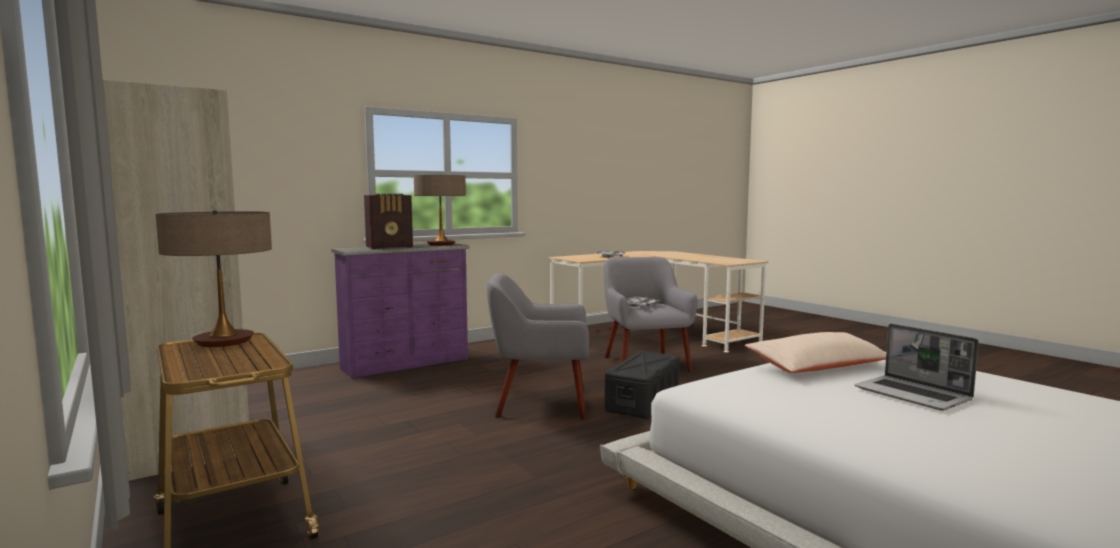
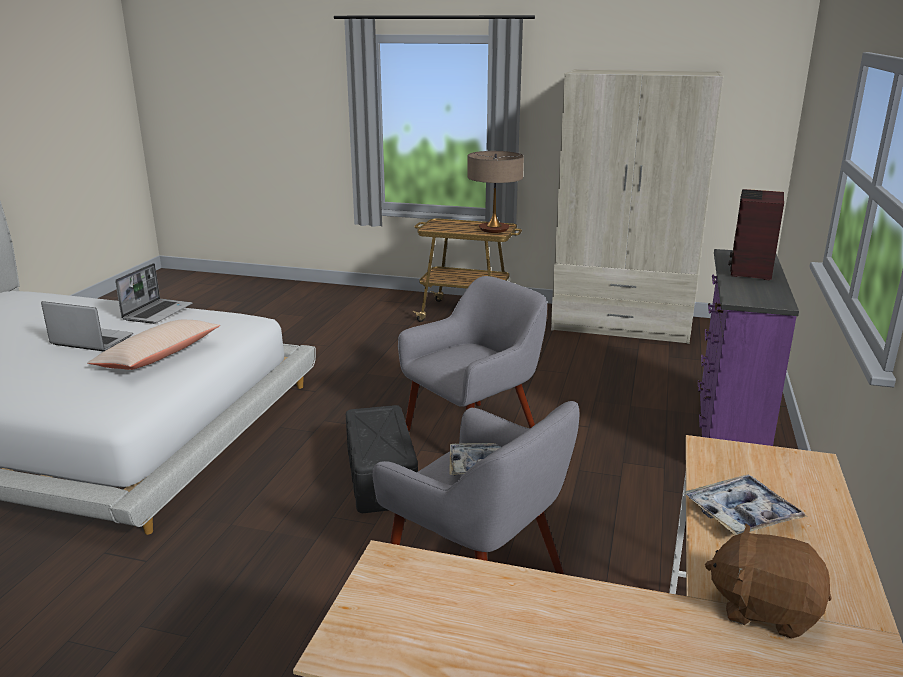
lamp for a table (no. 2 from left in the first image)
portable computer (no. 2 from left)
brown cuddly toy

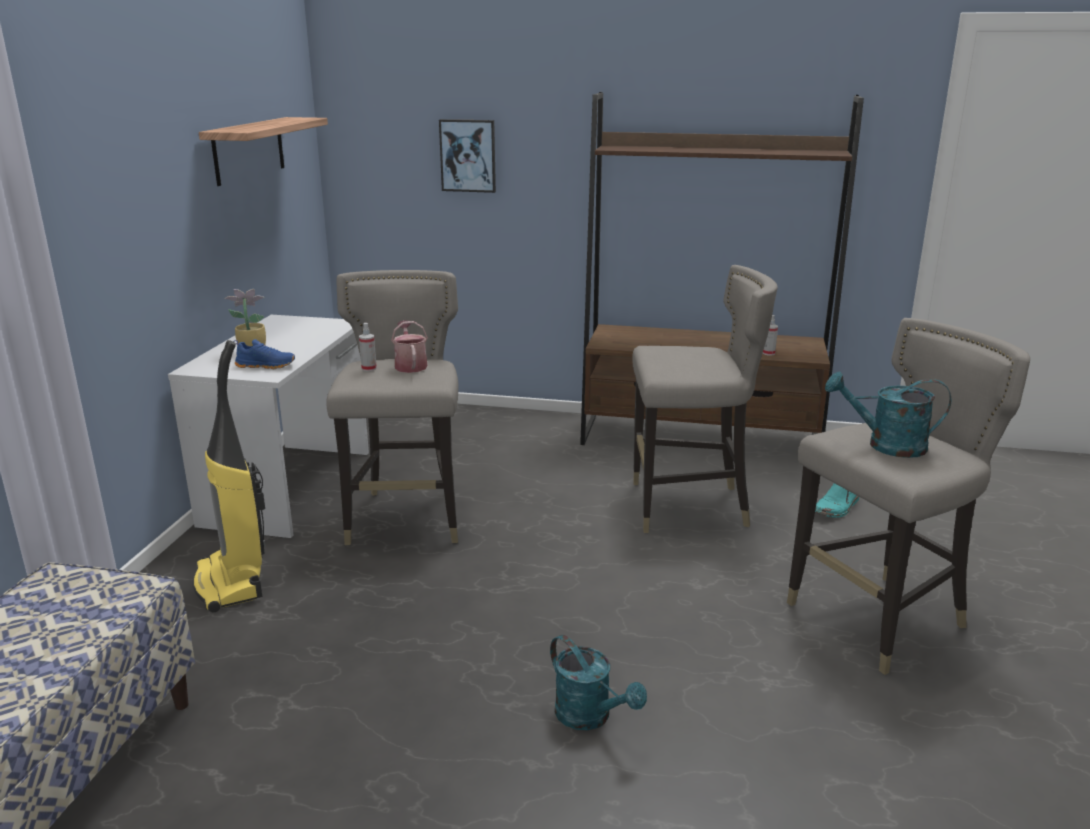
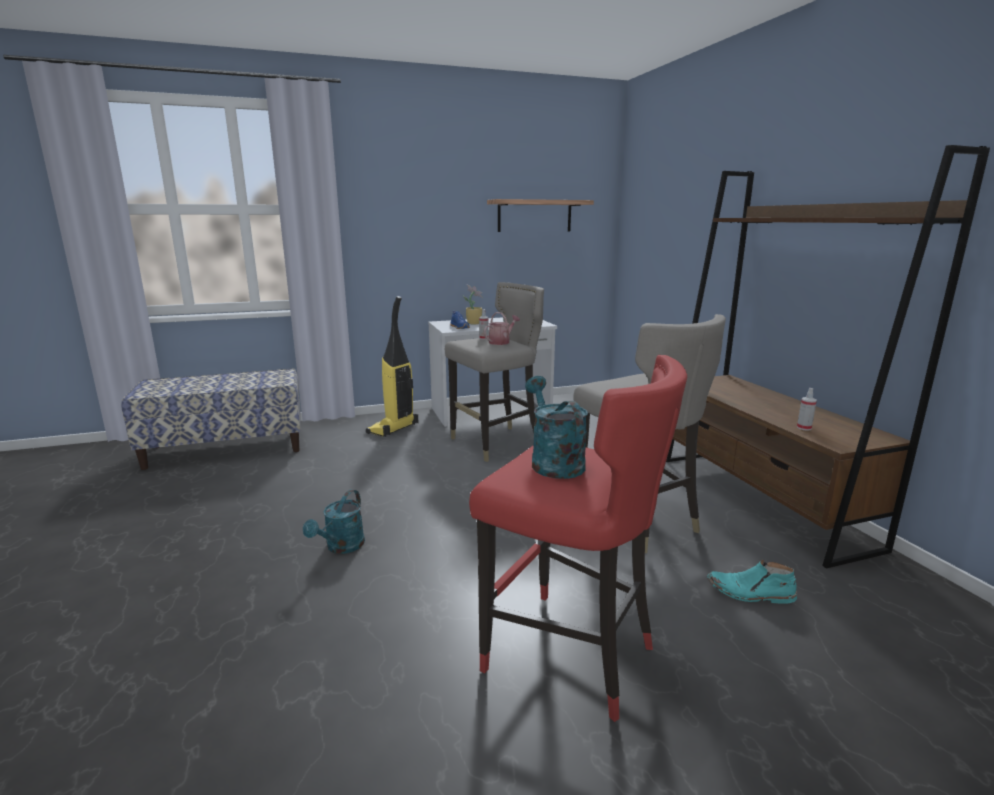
picture
red sitting stool

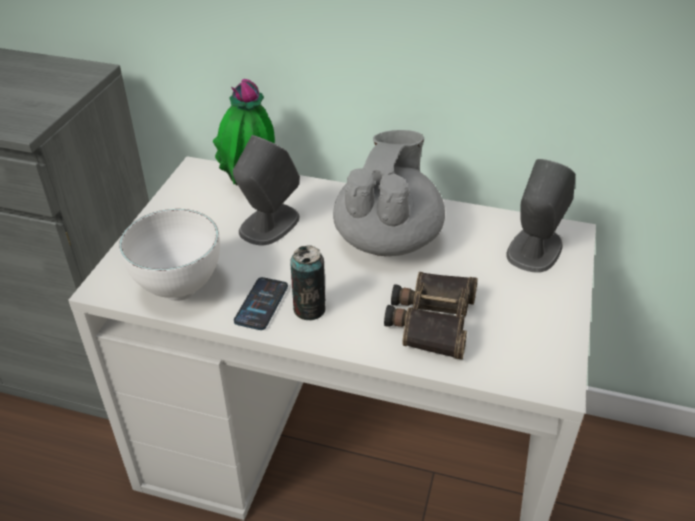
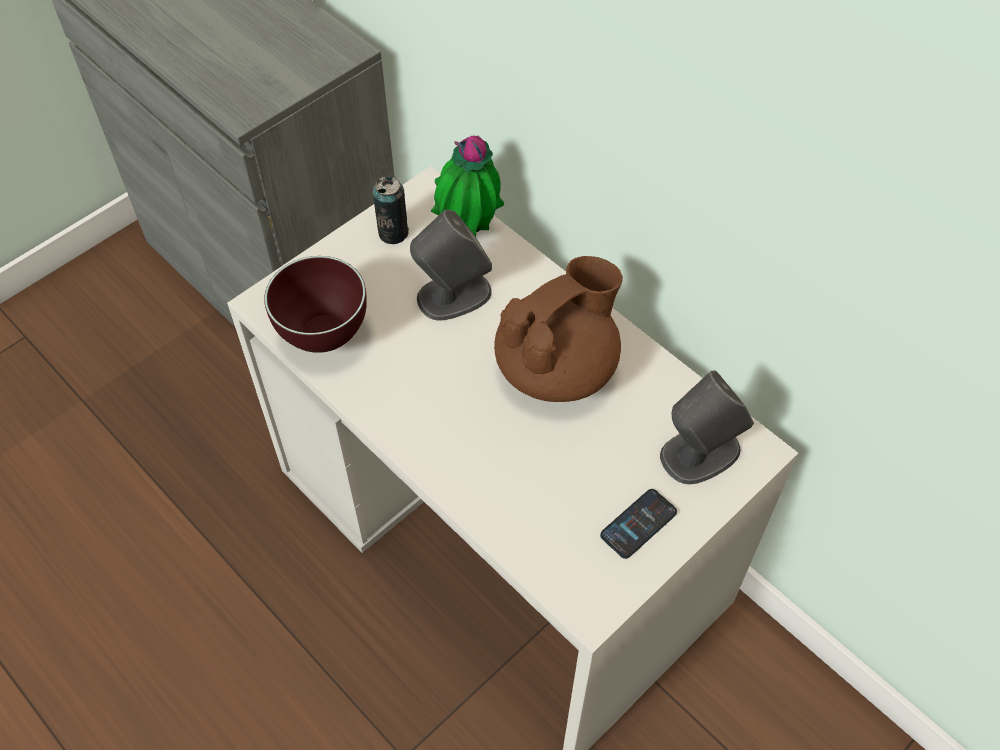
brown bowl
handset
metal can
brown tea pot
pair of binoculars

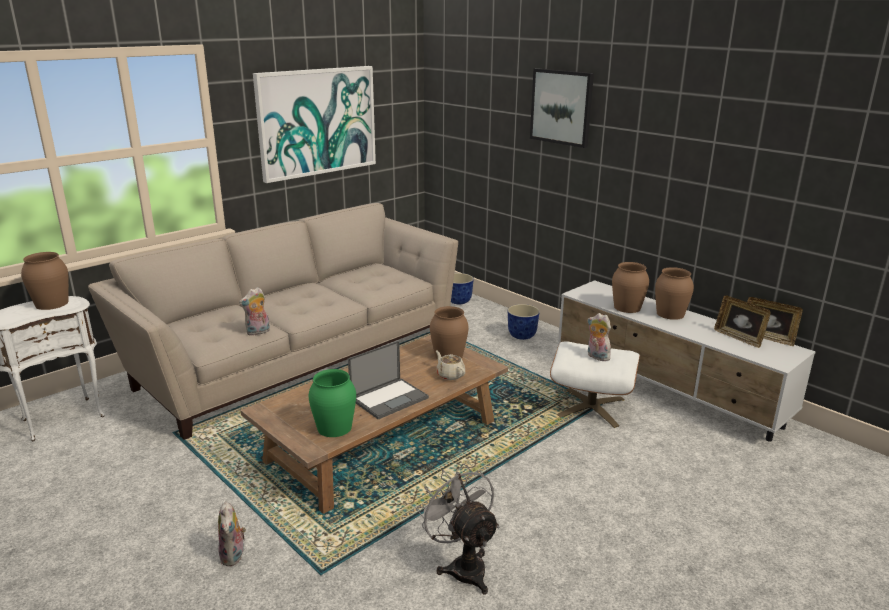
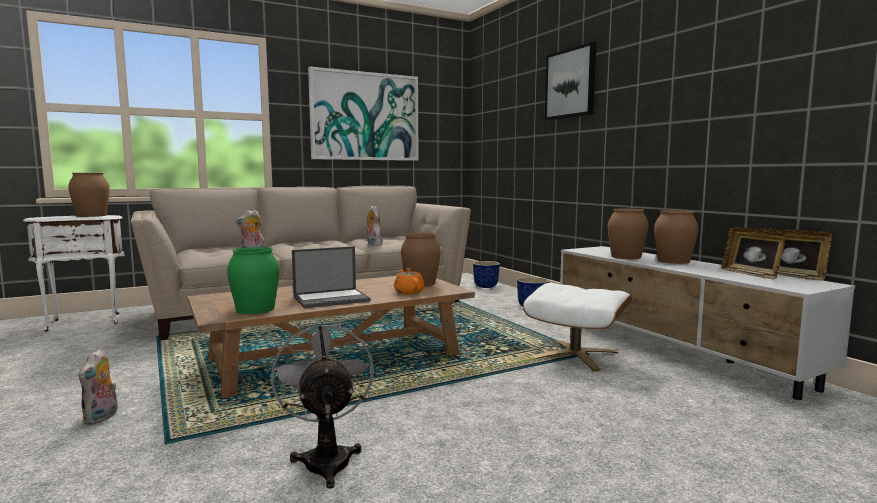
orange tea pot
cuddly toy (no. 3 from left)

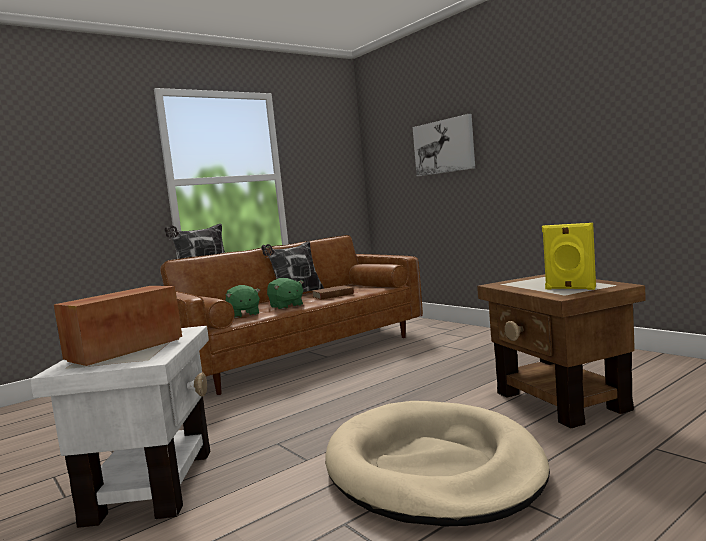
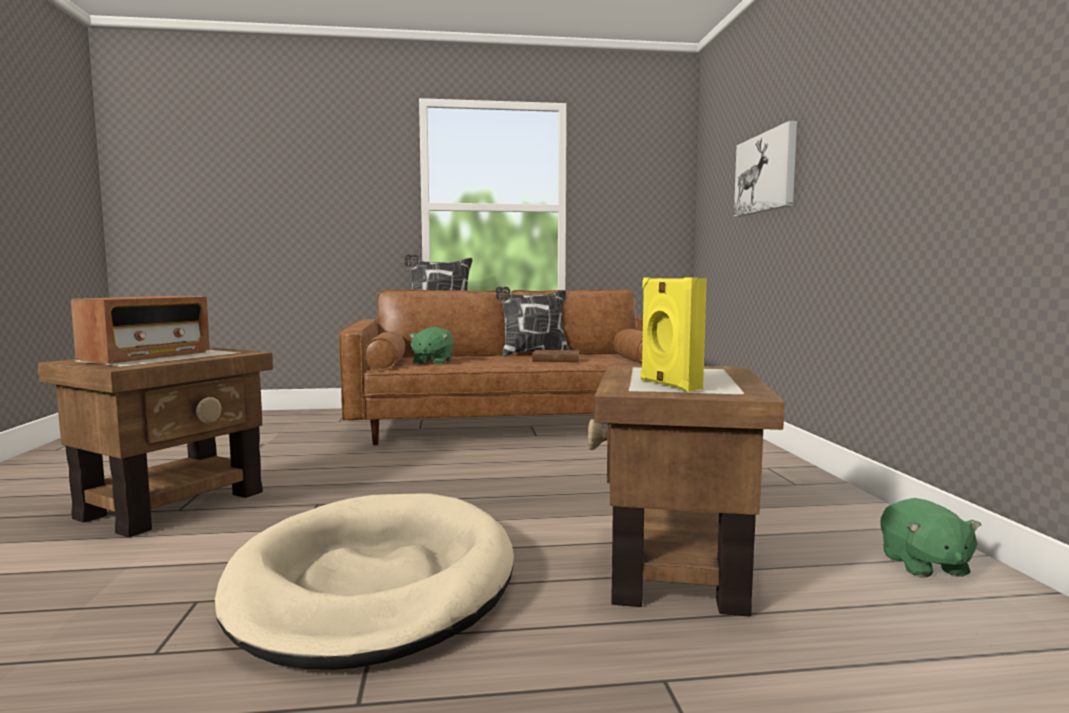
brown side table (no. 1 from left)
radio
greenish cuddly toy (no. 2 from left)

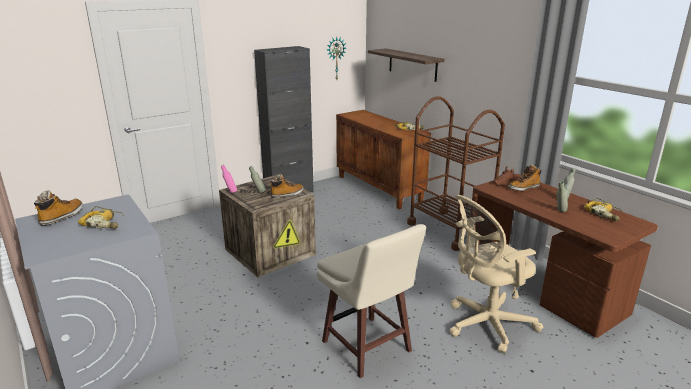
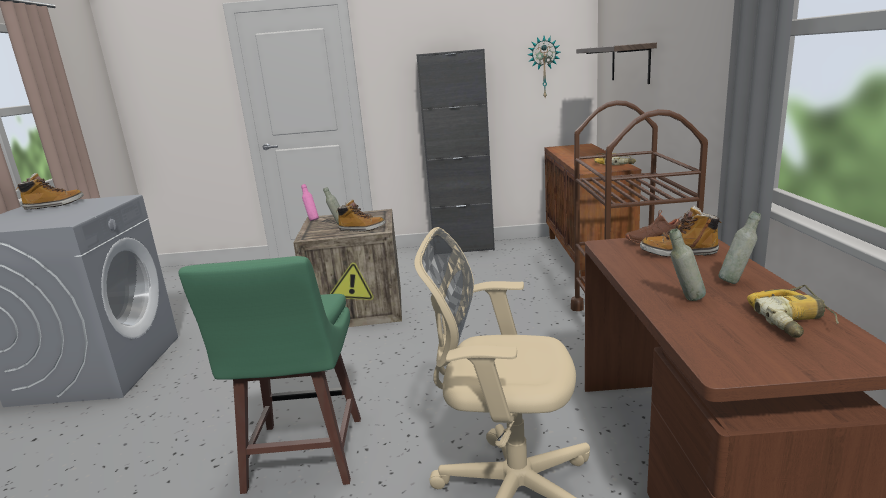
power drill (no. 1 from left in the first image)
greenish sitting stool

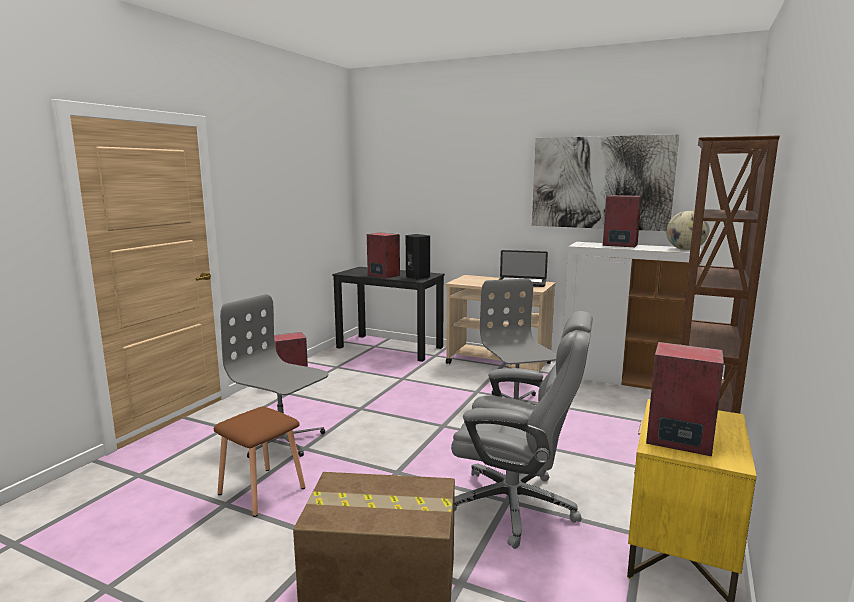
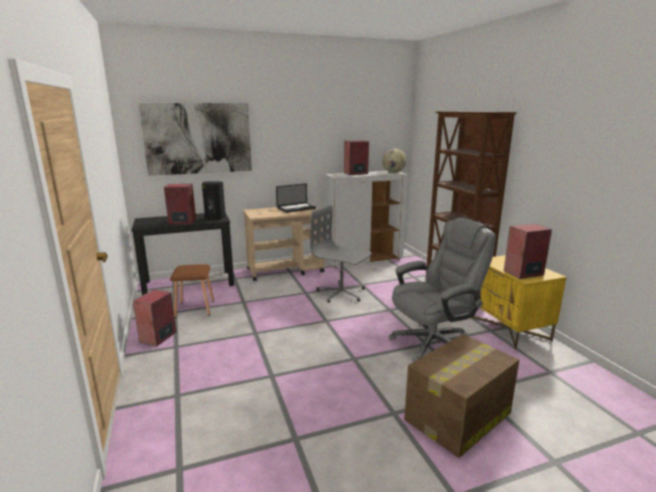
brown sitting stool
gray computer chair (no. 1 from left in the first image)
picture

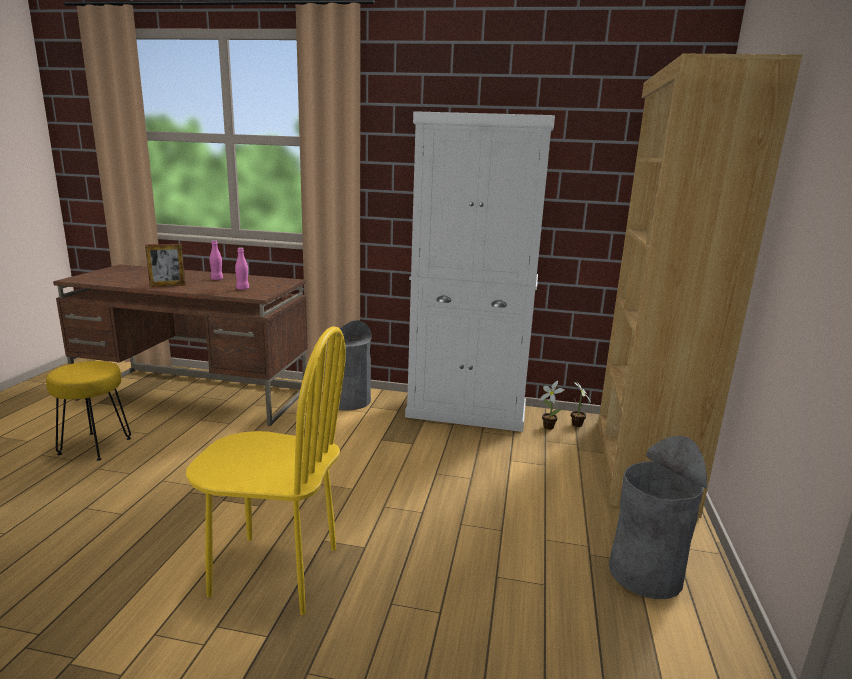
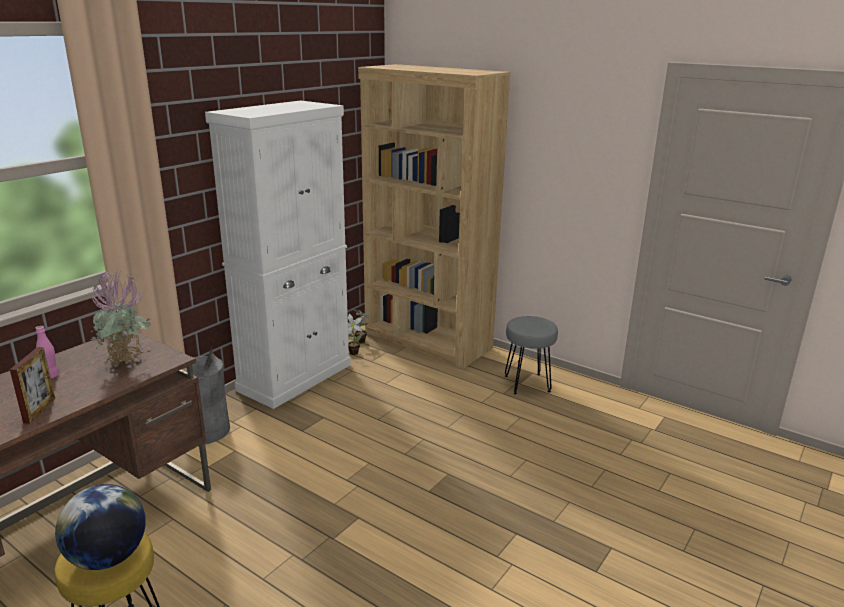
yellow plain chair
houseplant (no. 1 from left)
gray sitting stool
world globe

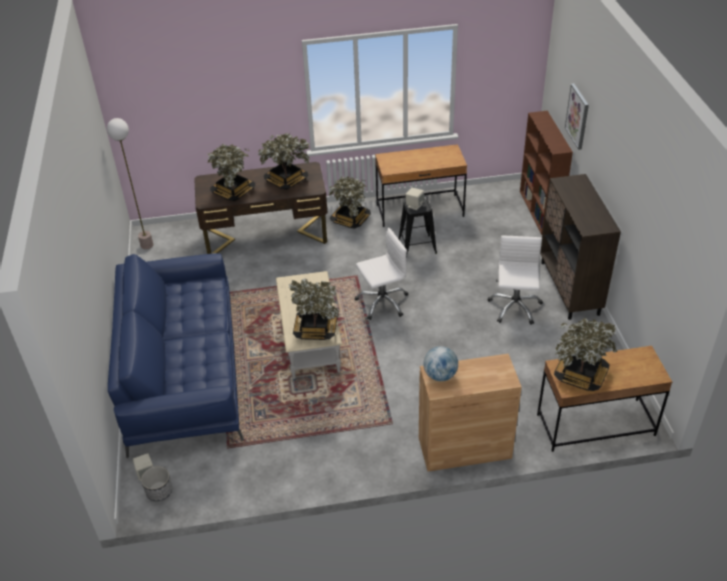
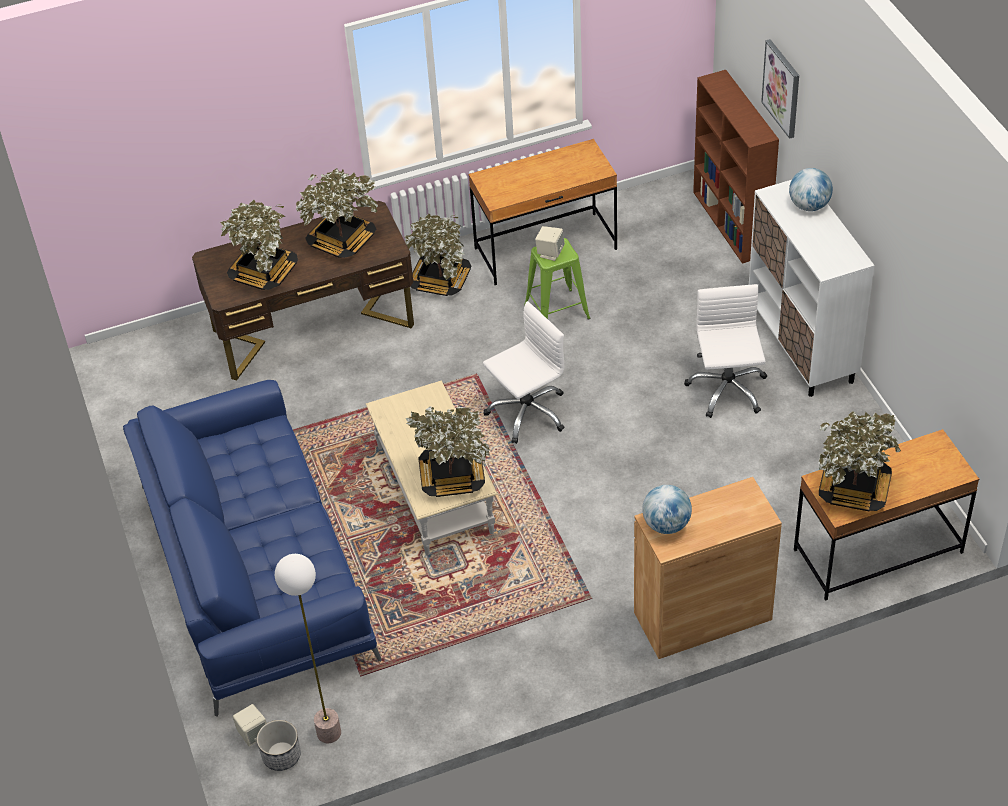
standing lamp
greenish sitting stool
white-coloured cabinet
world globe (no. 2 from left)

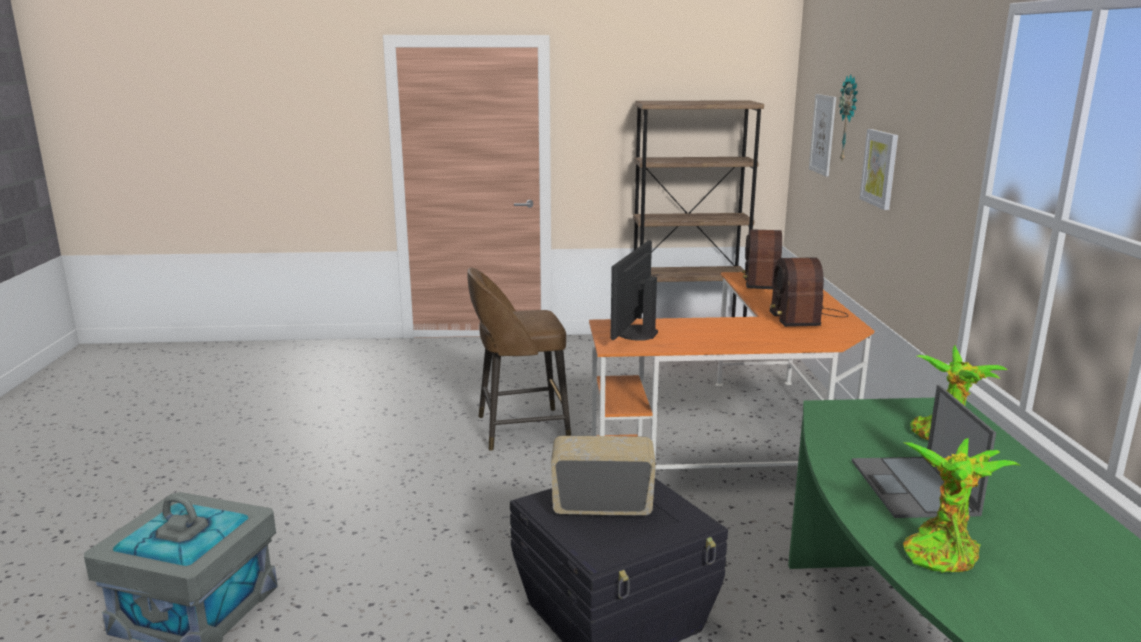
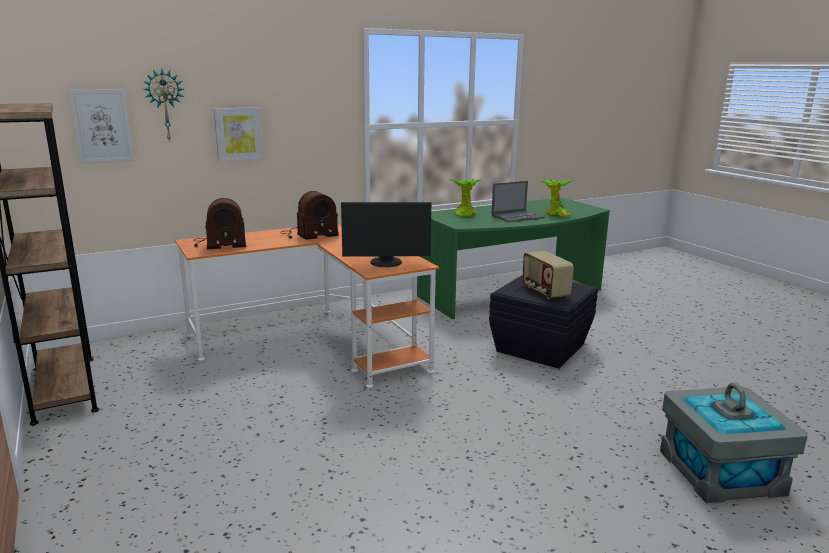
brown sitting stool

